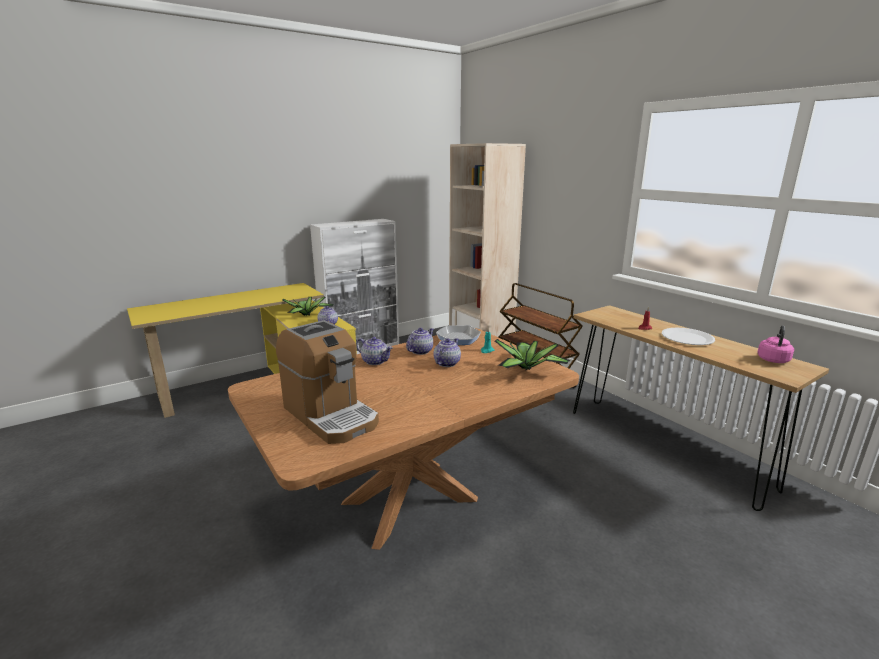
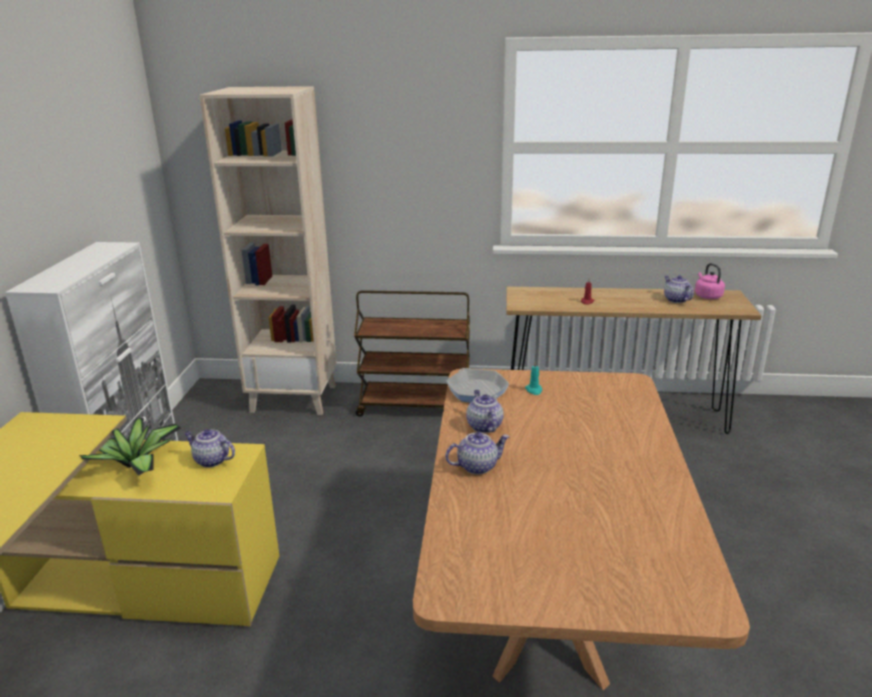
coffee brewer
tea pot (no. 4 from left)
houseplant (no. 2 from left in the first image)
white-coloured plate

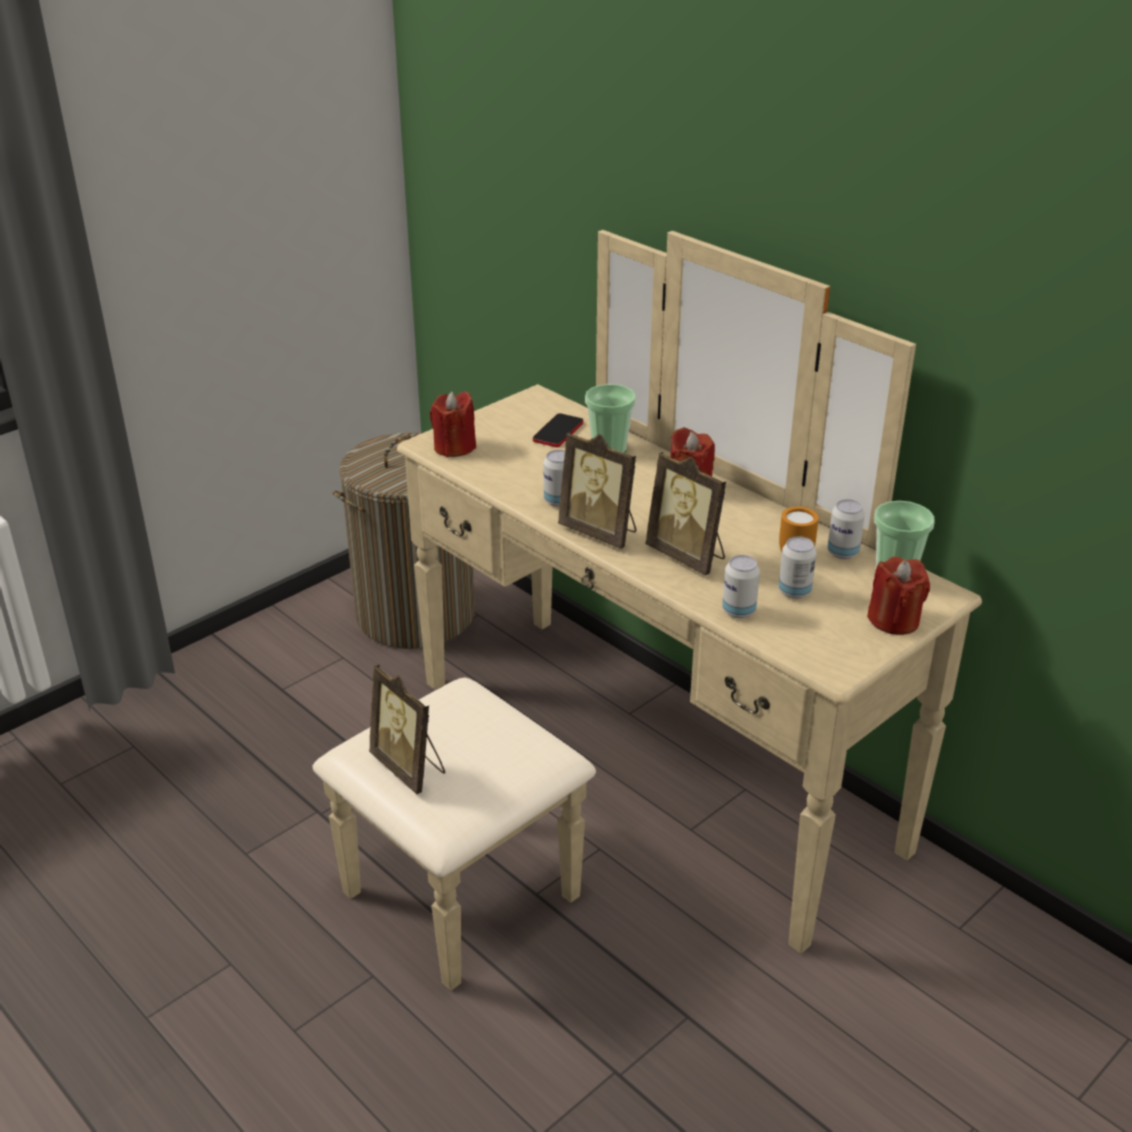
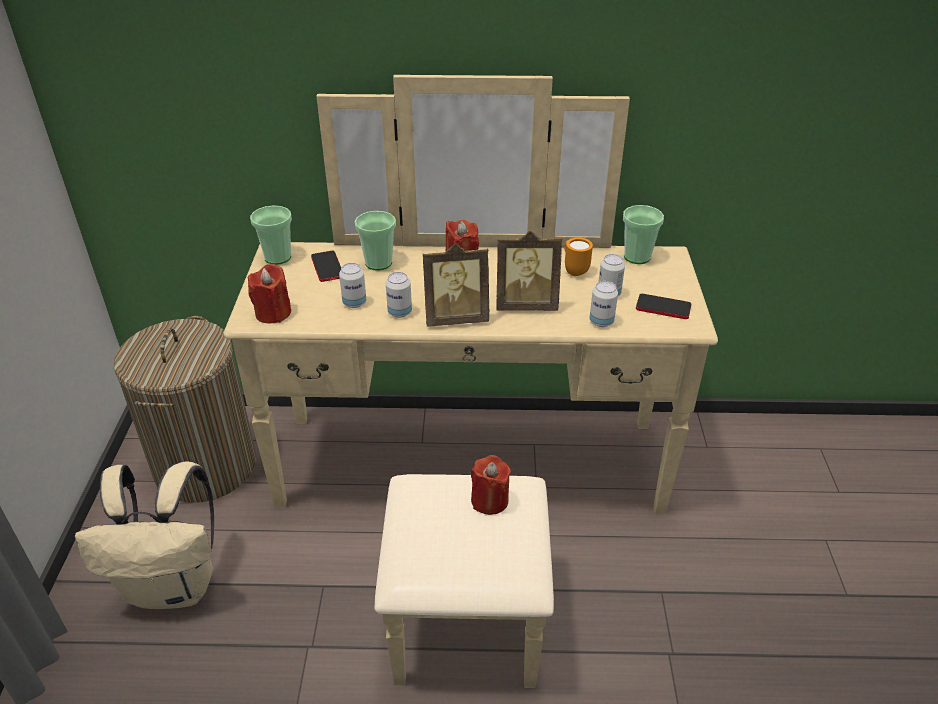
standing frame (no. 1 from left in the first image)
metal can (no. 1 from left)
red wax light (no. 3 from left)
beige backpack
cup (no. 1 from left)
handset (no. 2 from left)

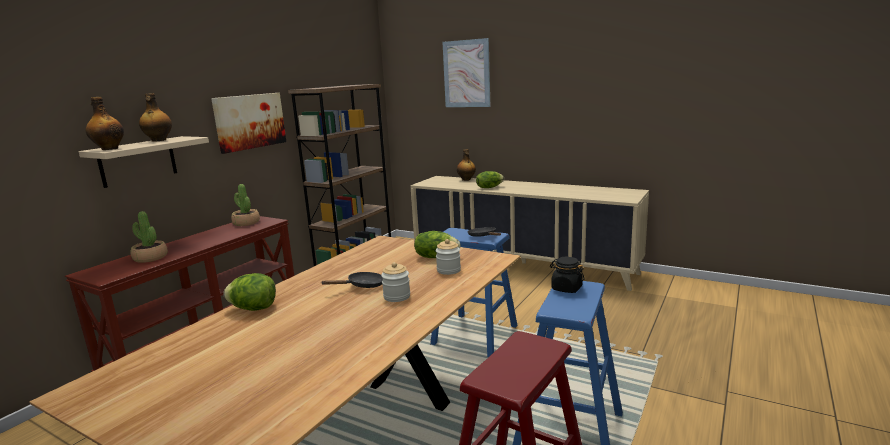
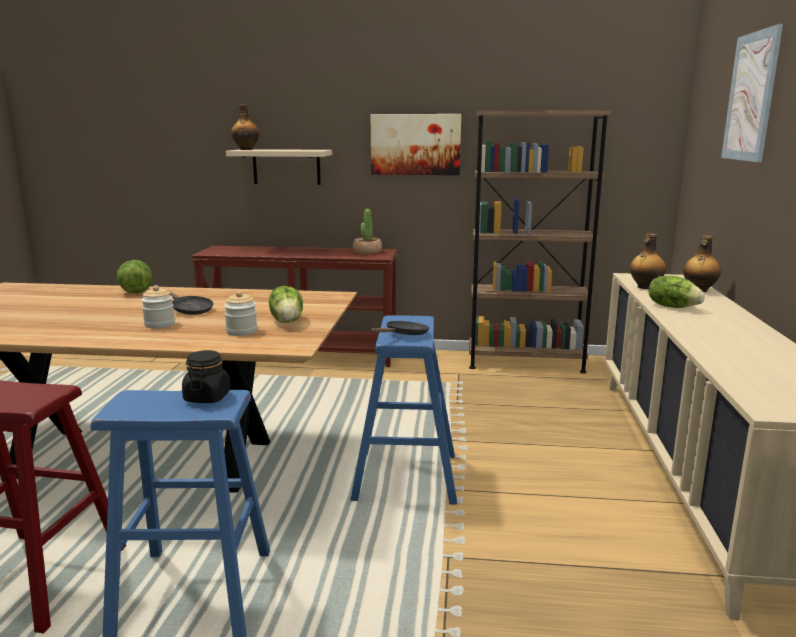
houseplant (no. 1 from left in the first image)
drink bottle (no. 2 from left)

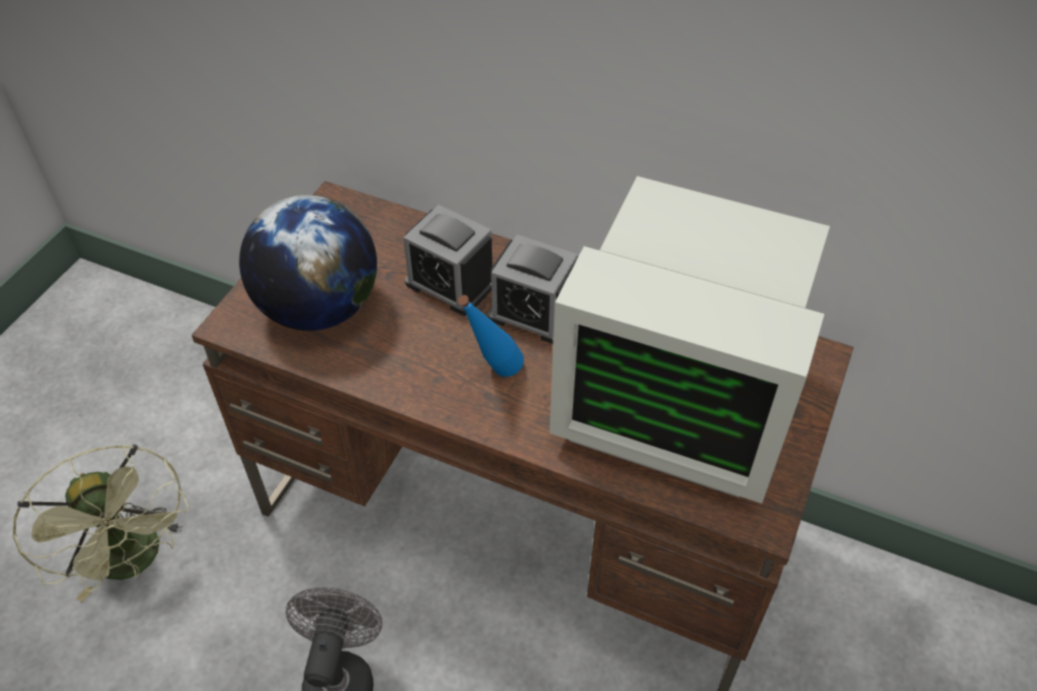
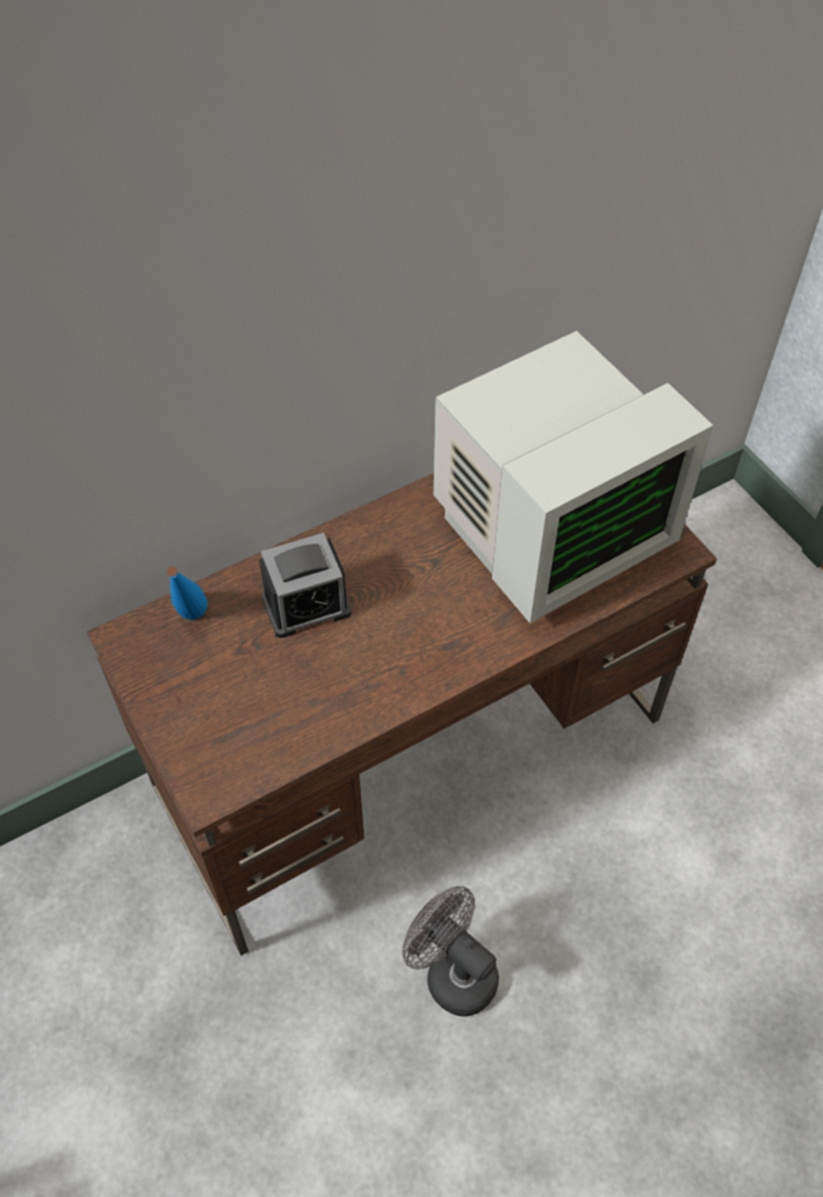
greenish electric fan
world globe
bluish drink bottle
table clock (no. 2 from left in the first image)

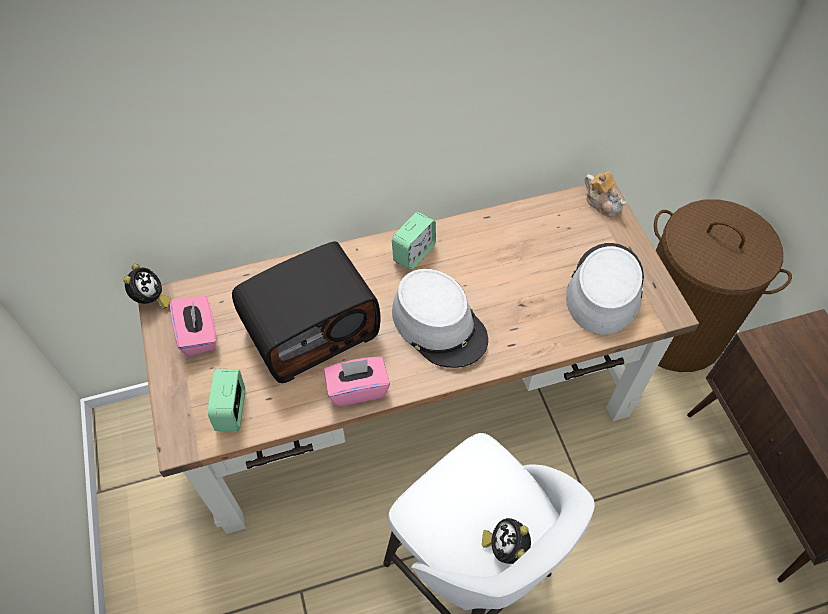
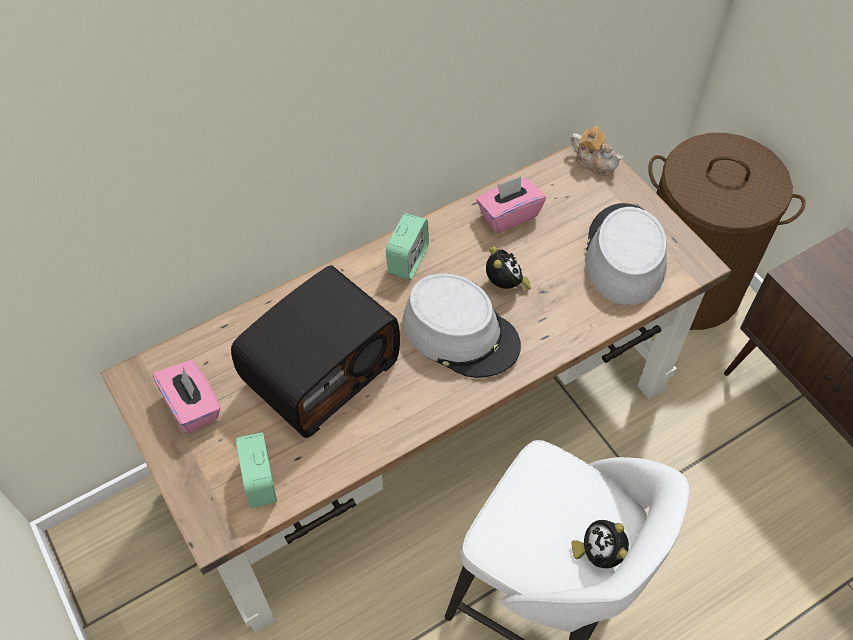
table clock (no. 3 from left)
pink-coloured box of tissues (no. 2 from left)

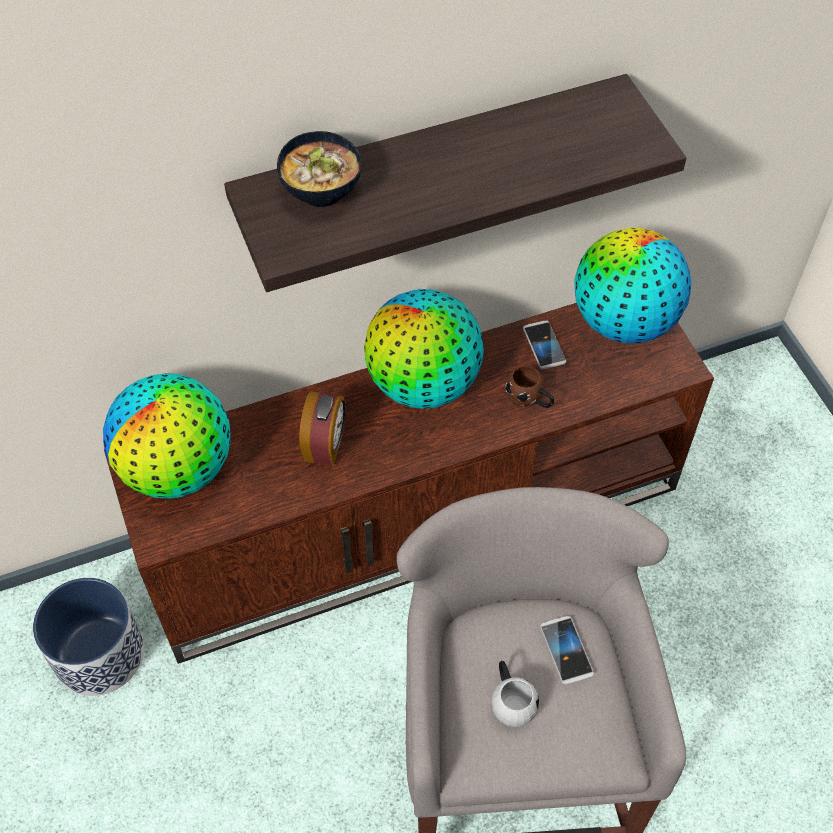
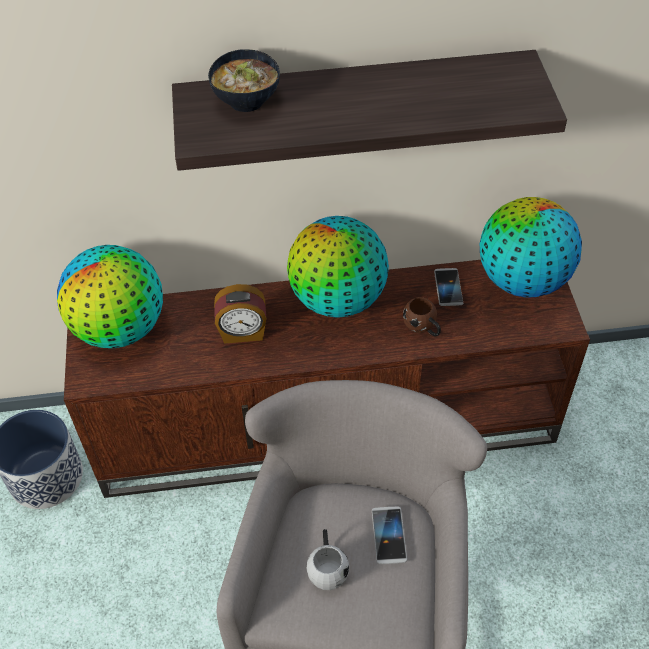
table clock

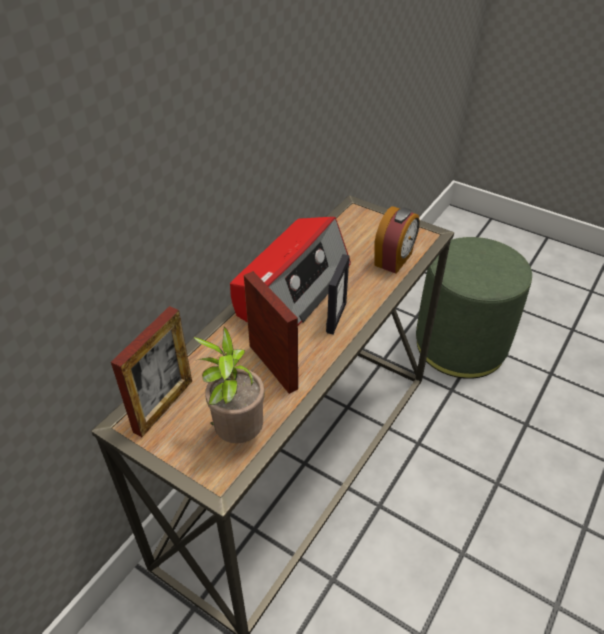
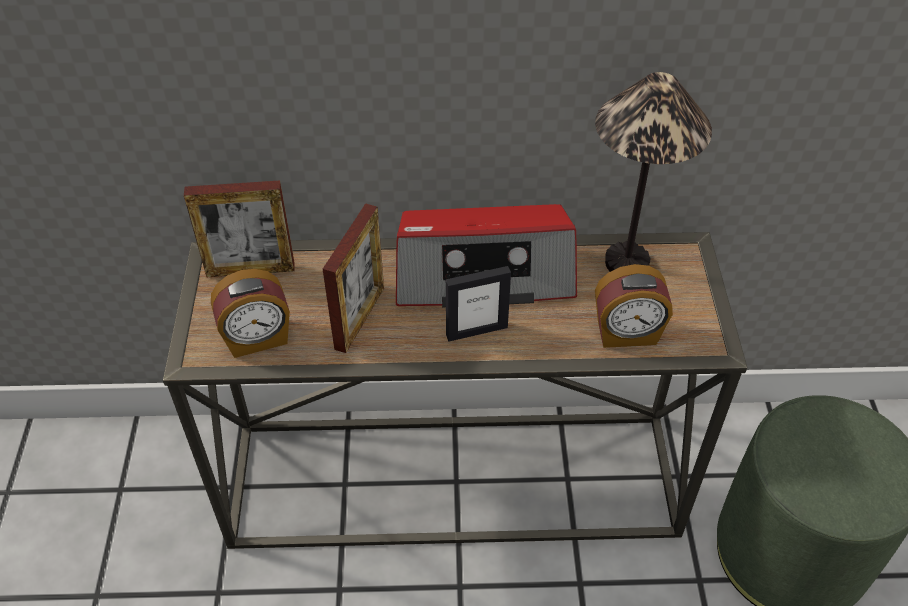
table clock (no. 1 from left)
lamp for a table

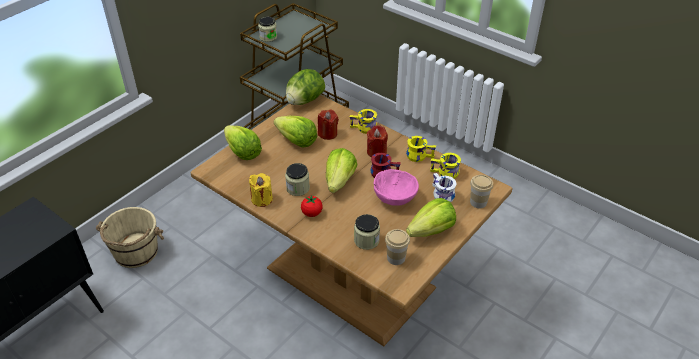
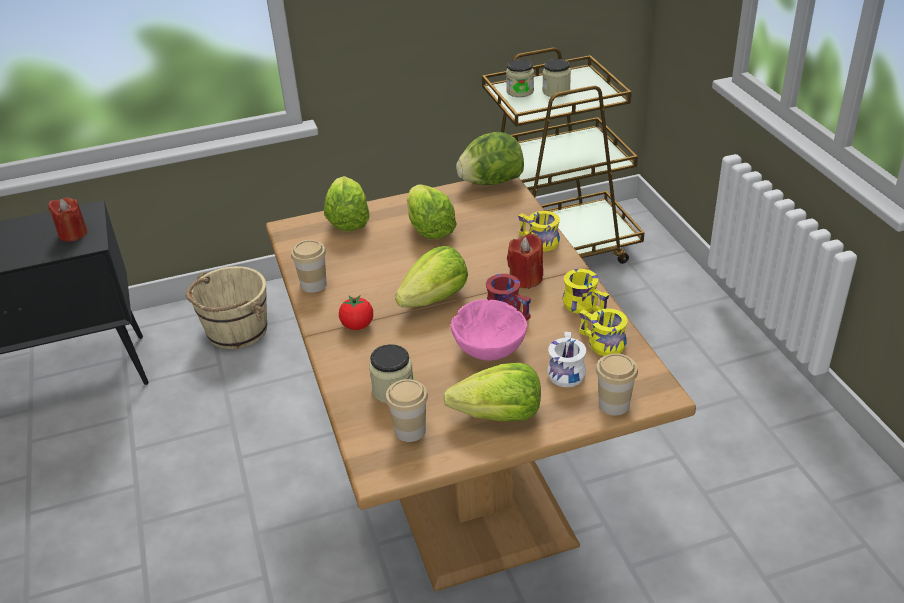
cup (no. 1 from left)
jar (no. 3 from left)
red wax light (no. 1 from left)

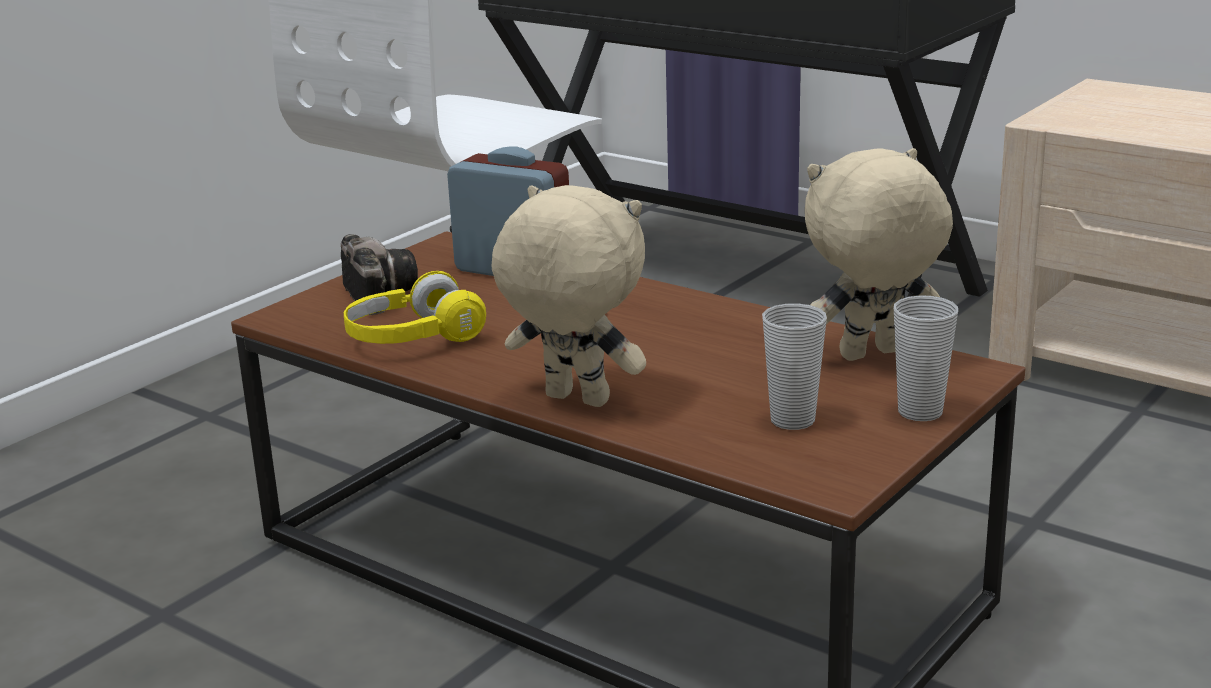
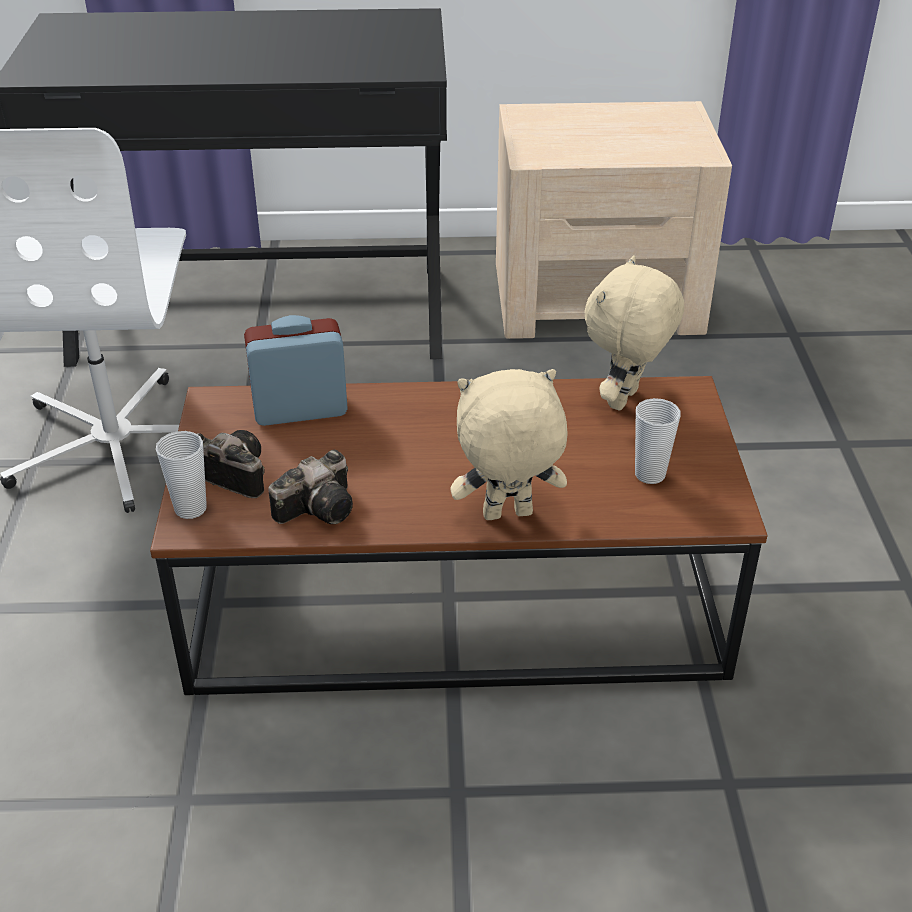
photo camera (no. 2 from left)
cup (no. 1 from left)

